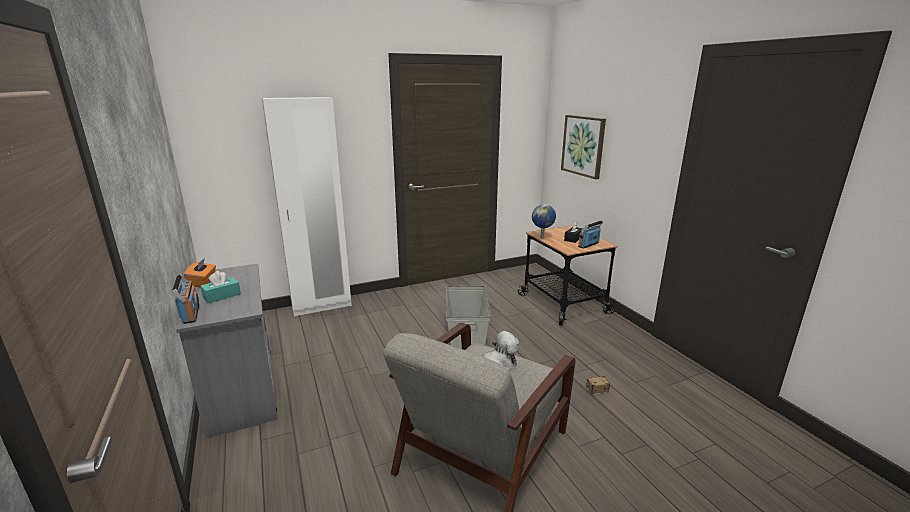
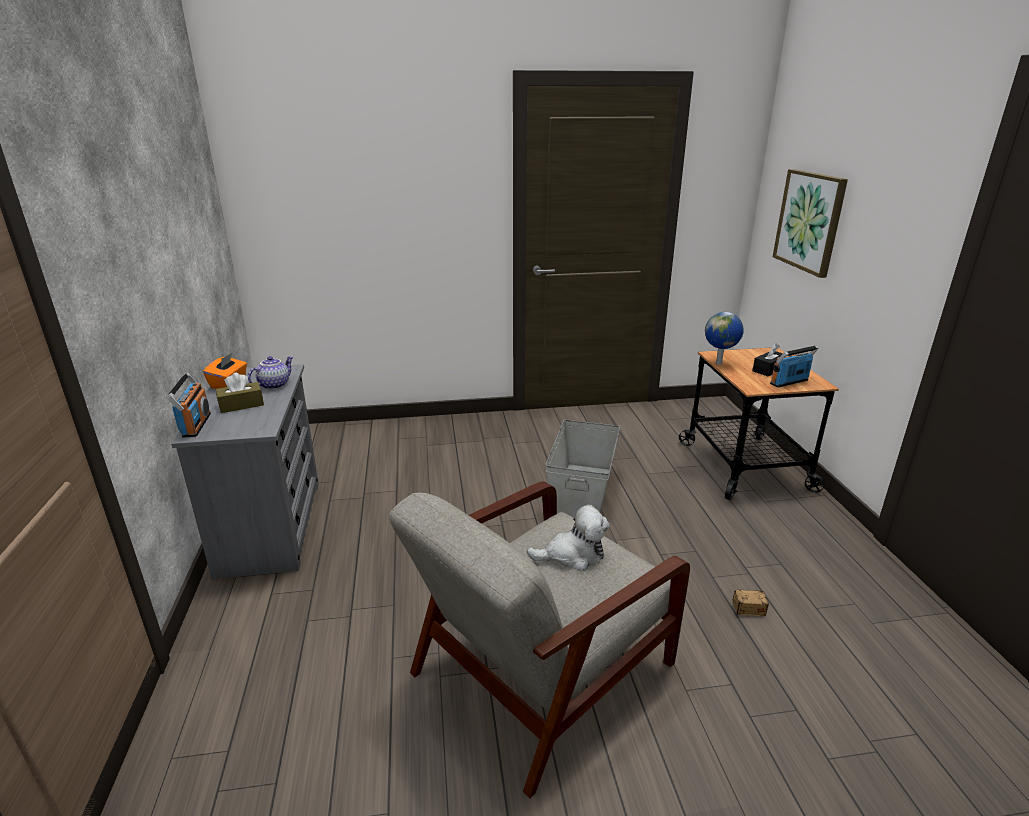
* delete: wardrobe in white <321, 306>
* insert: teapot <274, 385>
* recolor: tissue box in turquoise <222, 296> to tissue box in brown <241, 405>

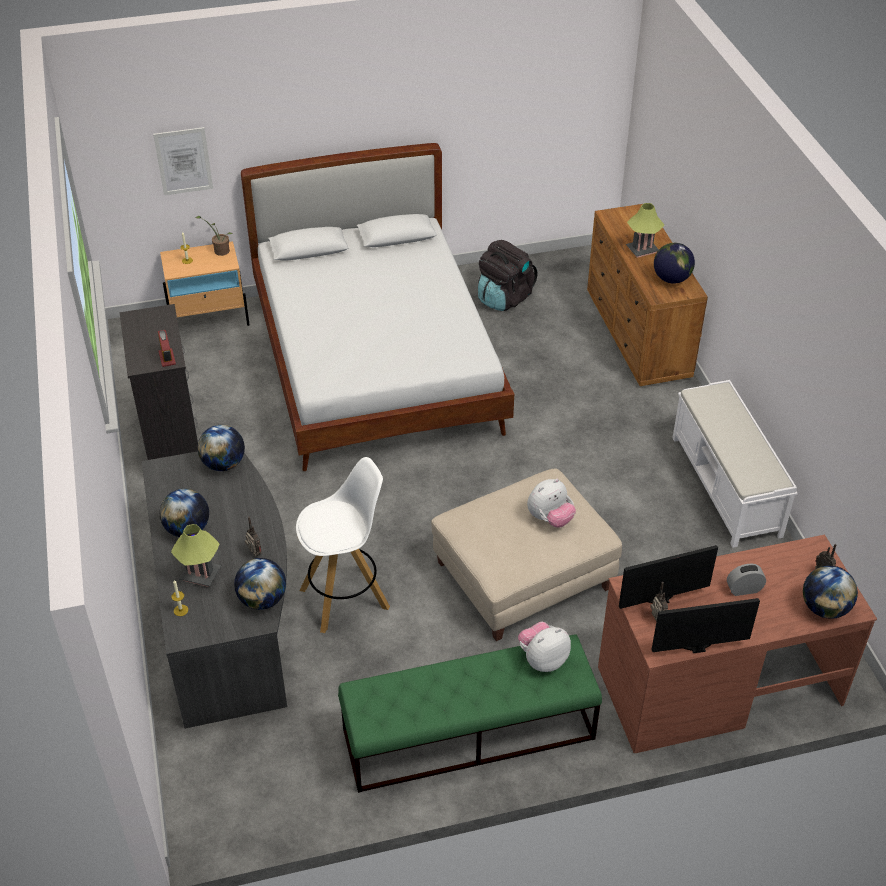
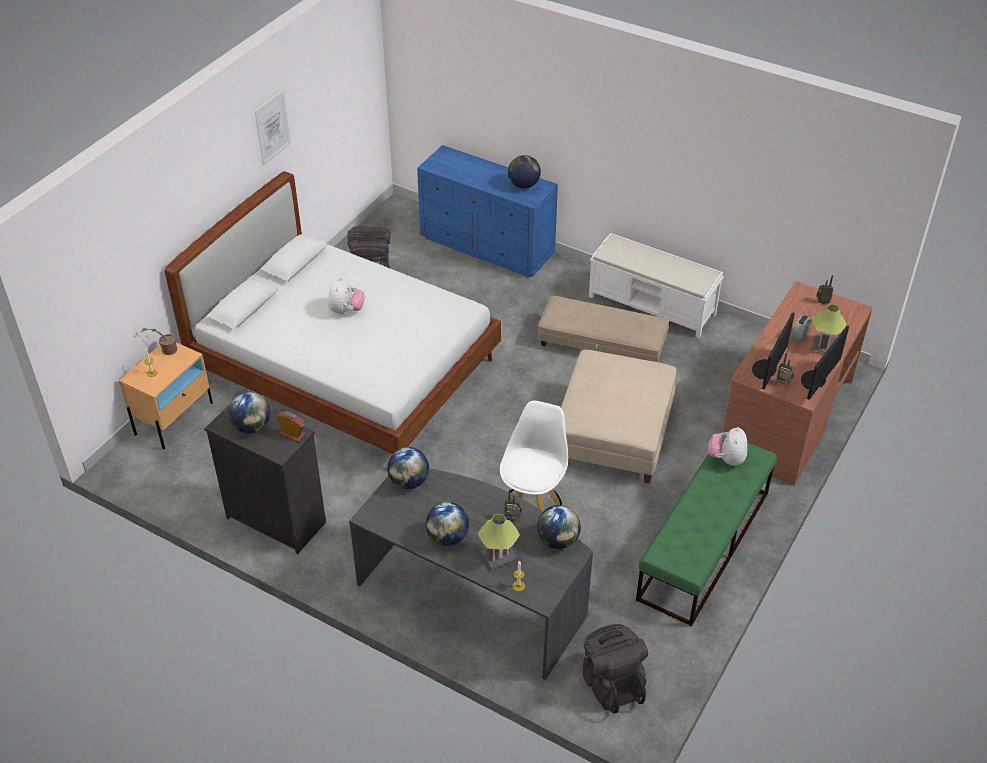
* insert: ottoman in beige <602, 343>
* insert: backpack in black <611, 683>
* move: picture <183, 161> to <272, 127>
* move: plush toy <550, 519> to <346, 310>
* move: table lamp <642, 250> to <823, 346>
* move: globe <824, 608> to <252, 426>
* recolor: dresser in brown <638, 335> to dresser in blue <488, 246>

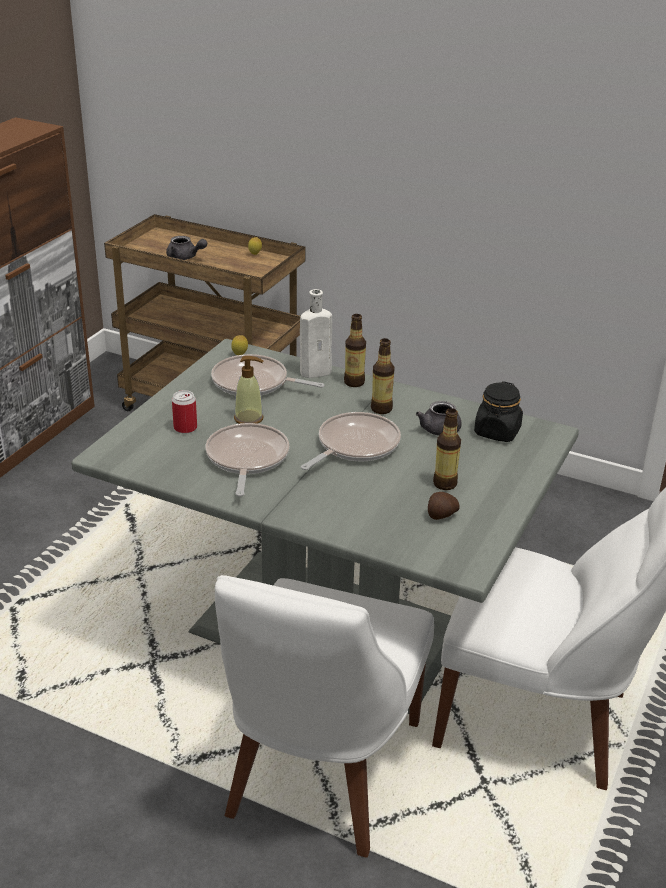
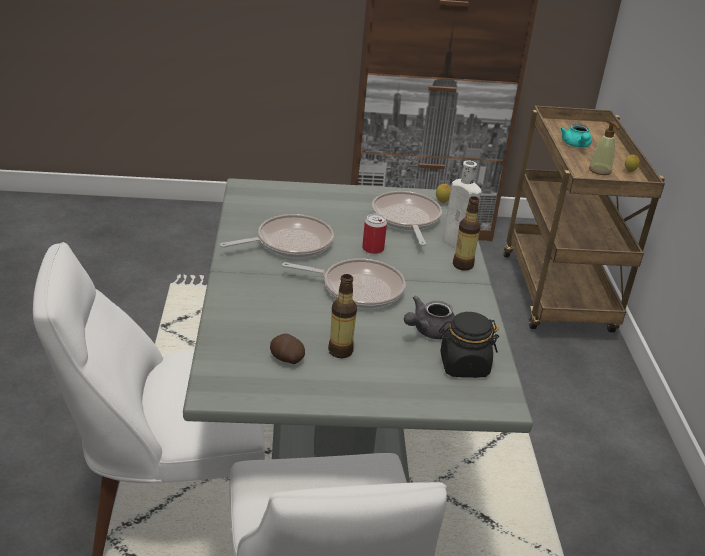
* delete: bottle <381, 409>
* move: can <185, 428> to <373, 249>
* move: soap dispenser <249, 418> to <600, 170>
* recolor: teapot in grey <185, 257> to teapot in turquoise <576, 145>

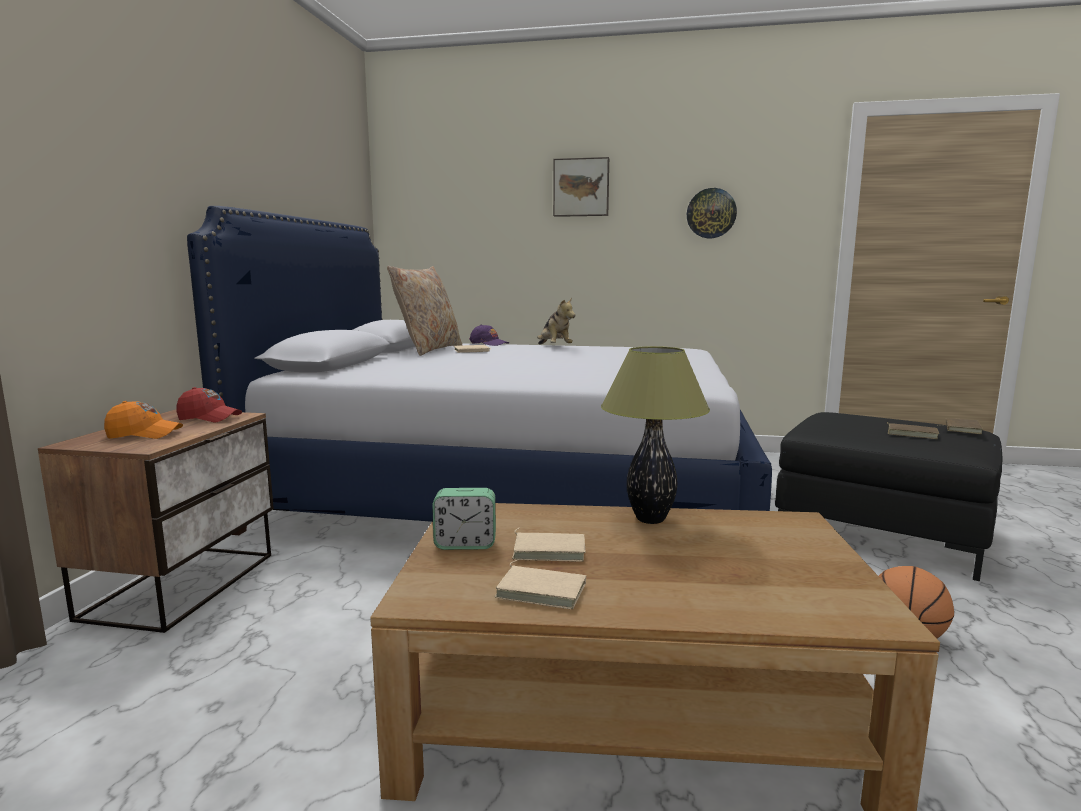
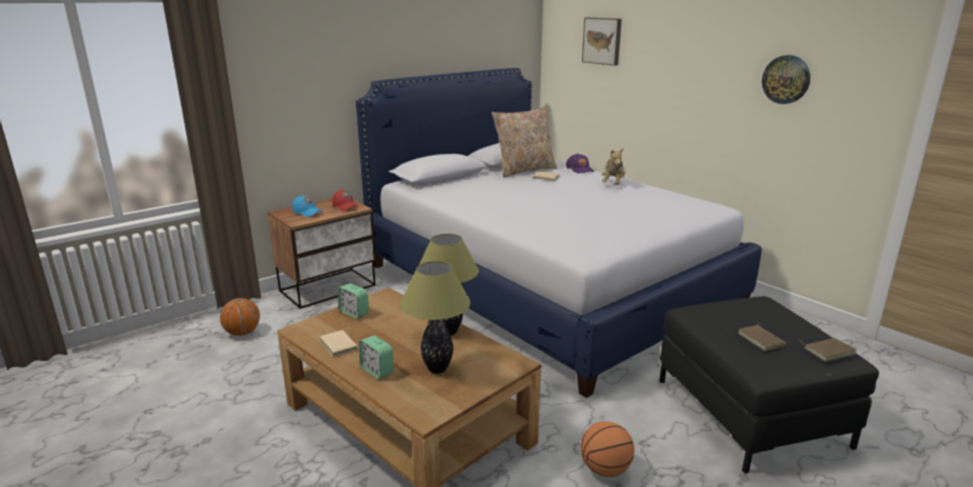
* delete: book in beige <549, 550>
* insert: basketball <242, 333>
* insert: alarm clock <377, 371>
* insert: table lamp <438, 369>
* move: picture <581, 187> to <602, 41>
* recolor: cap in orange <144, 434> to cap in blue <307, 213>

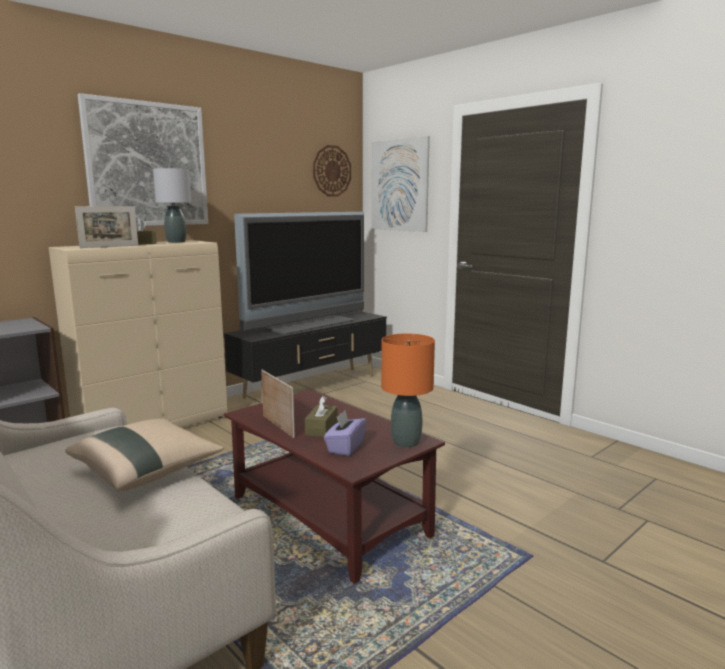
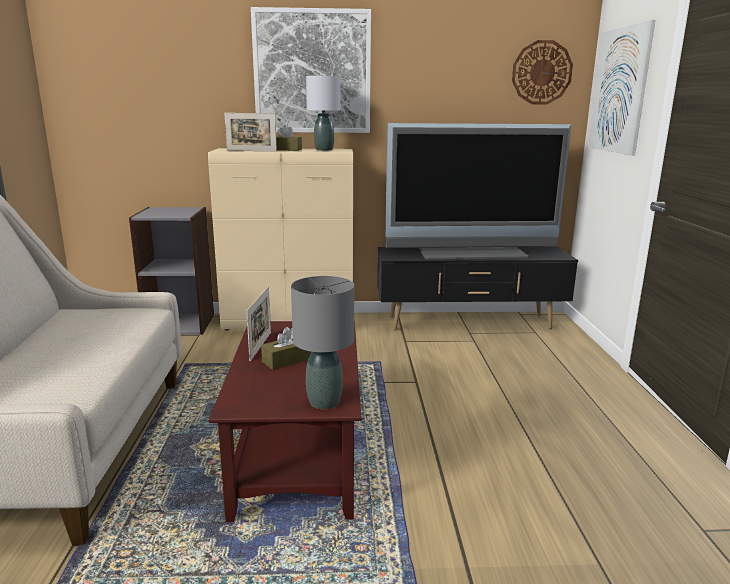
* delete: pillow in beige <147, 471>
* delete: tissue box in purple <345, 447>
* recolor: table lamp in orange <406, 442> to table lamp in grey <324, 402>

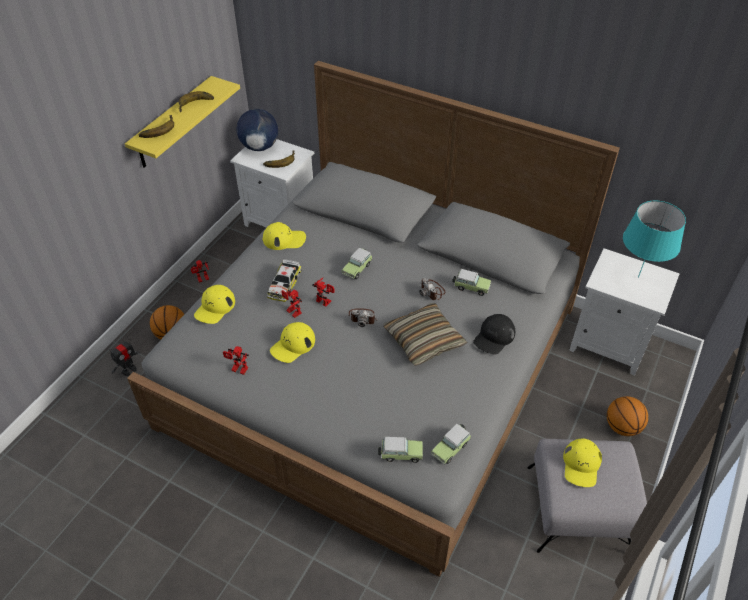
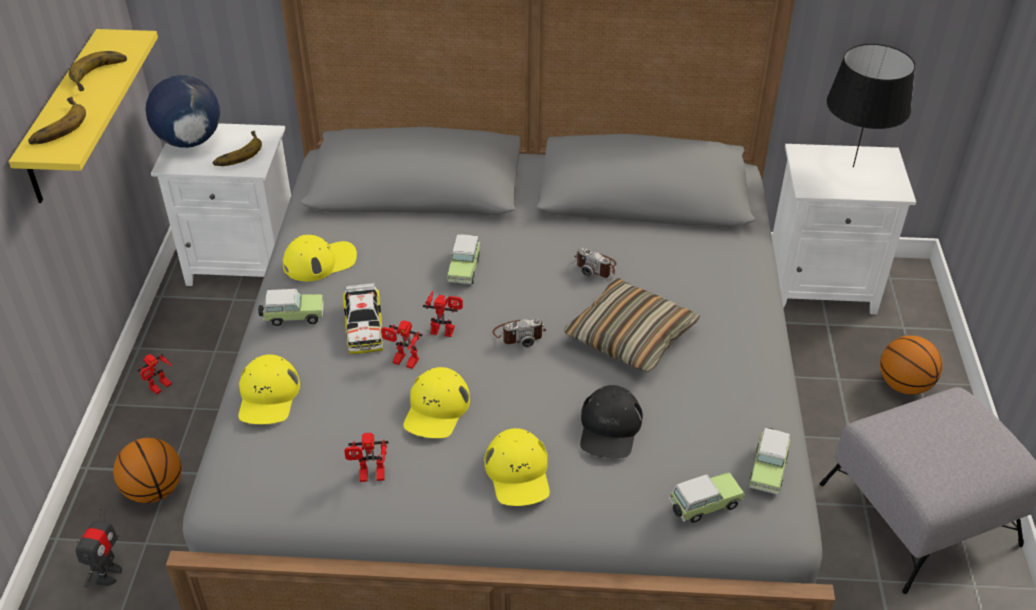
* move: toy car <470, 287> to <292, 316>
* move: cap in black <494, 337> to <609, 428>
* move: cap in yellow <581, 465> to <518, 473>
* recolor: table lamp in turquoise <638, 277> to table lamp in black <853, 167>

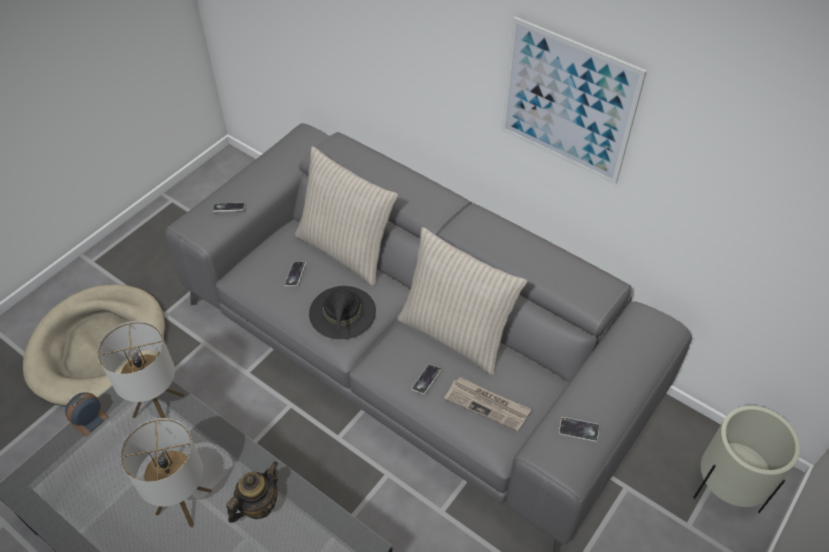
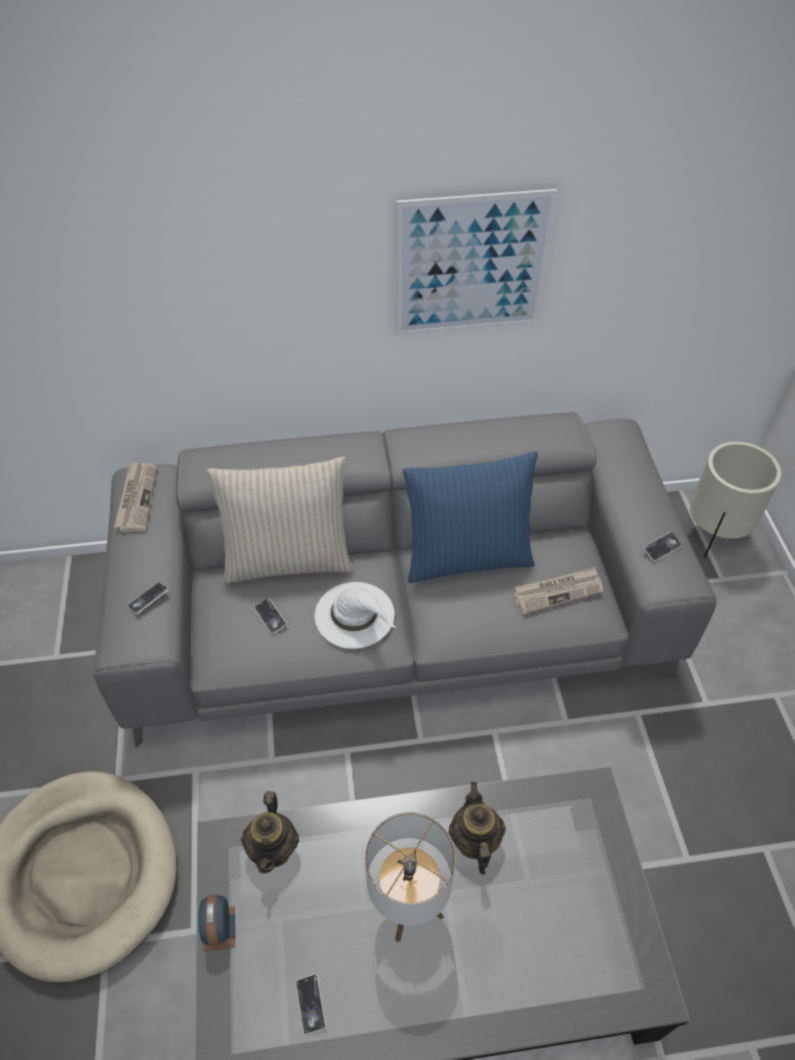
* insert: newspaper <136, 498>
* move: phone <426, 380> to <311, 1004>
* replace: table lamp <158, 405> to teapot <274, 848>
* recolor: hat in black <342, 313> to hat in white <355, 615>
* recolor: pillow in beige <455, 333> to pillow in blue <467, 557>

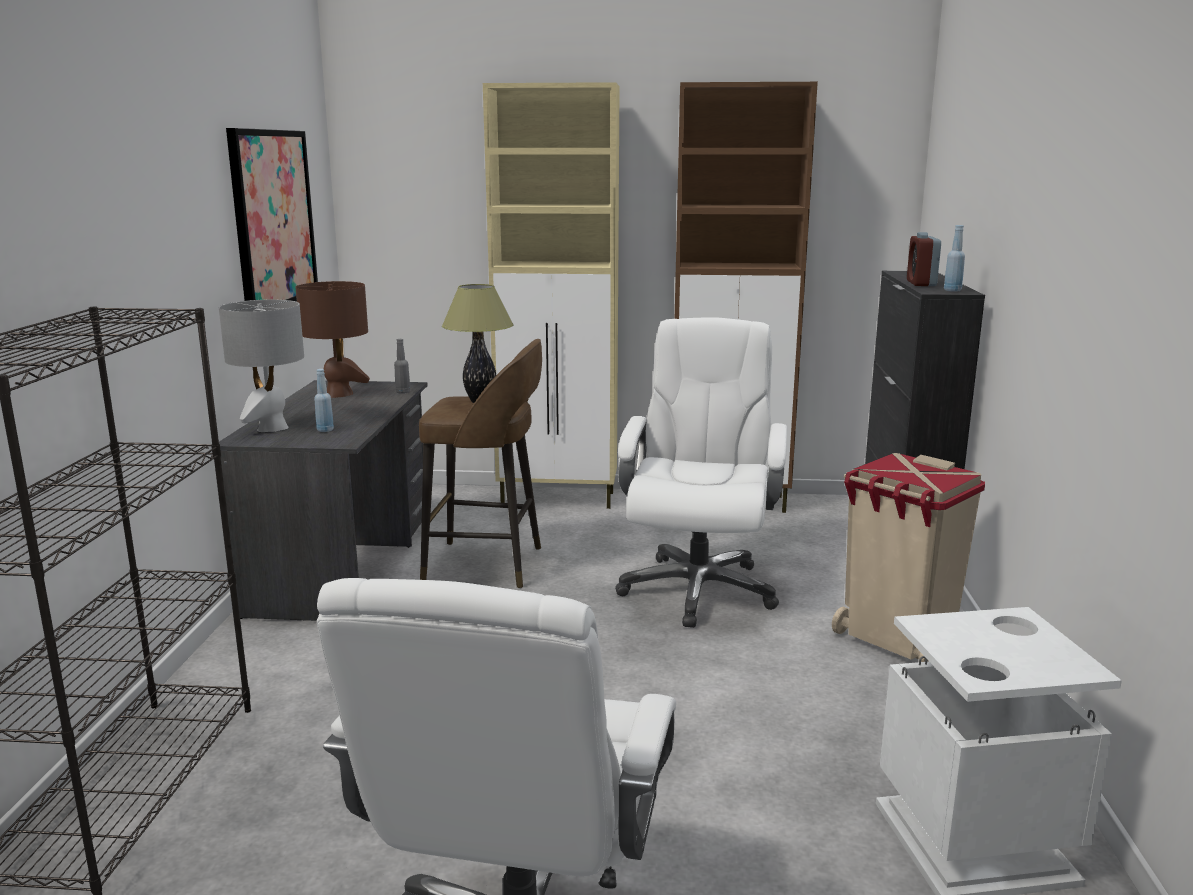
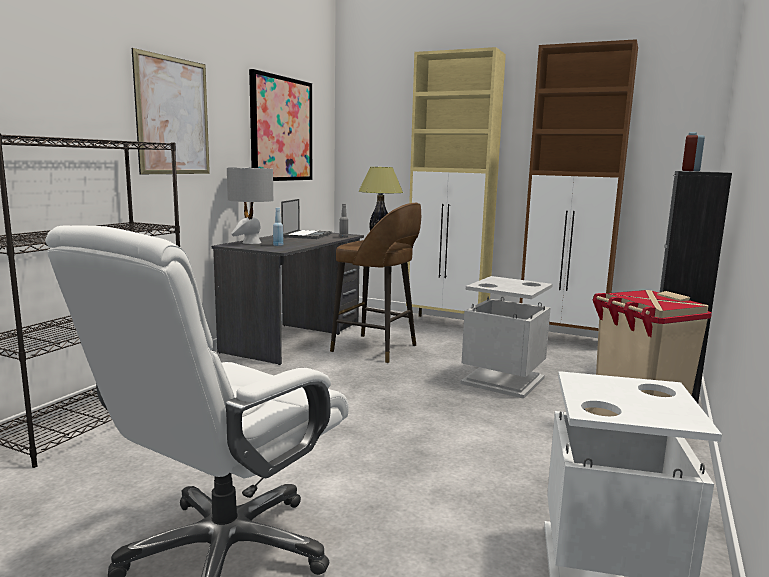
* delete: bottle in blue <952, 290>
* insert: picture <173, 116>
* replace: table lamp in brown <339, 394> to laptop <307, 235>
* replace: office chair in white <697, 589> to trash can in grey <504, 380>

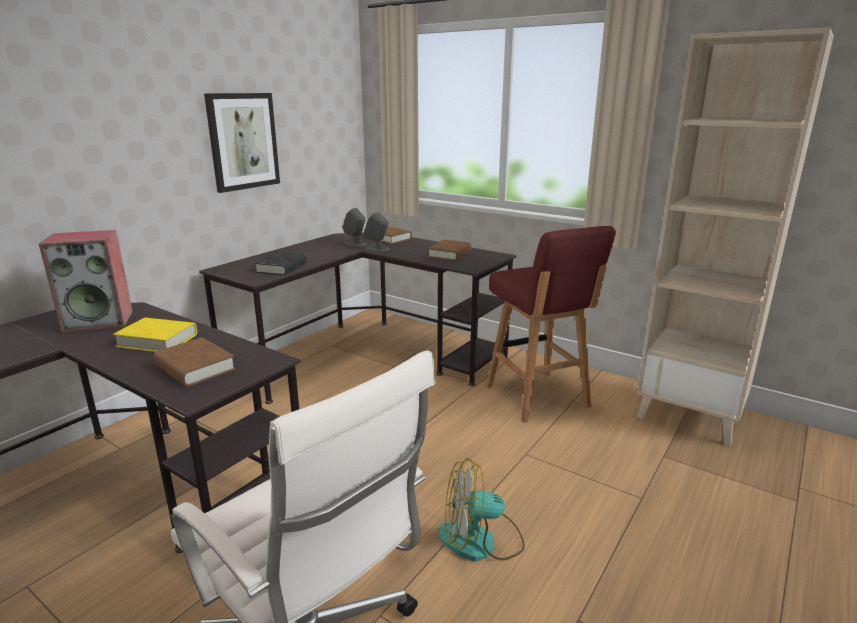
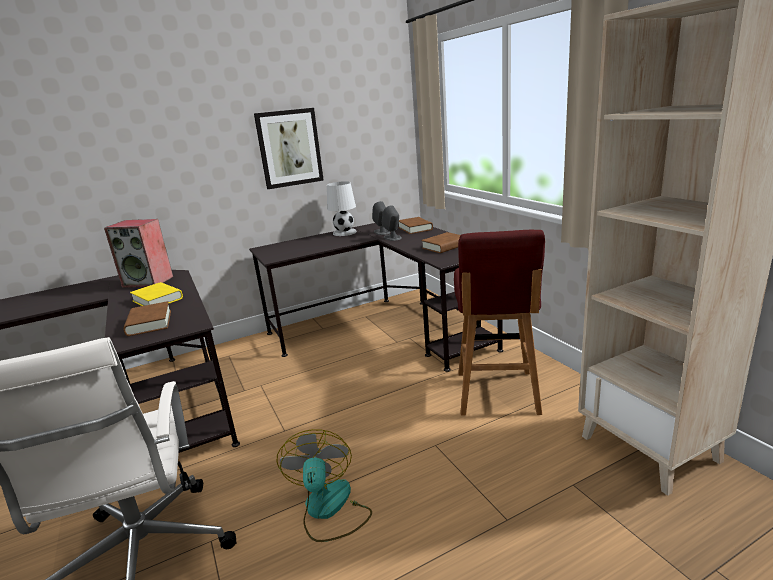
* delete: book in black <281, 268>
* insert: table lamp in white <344, 232>
* rotate: fan <480, 541> = <329, 509> 60 degrees clockwise

